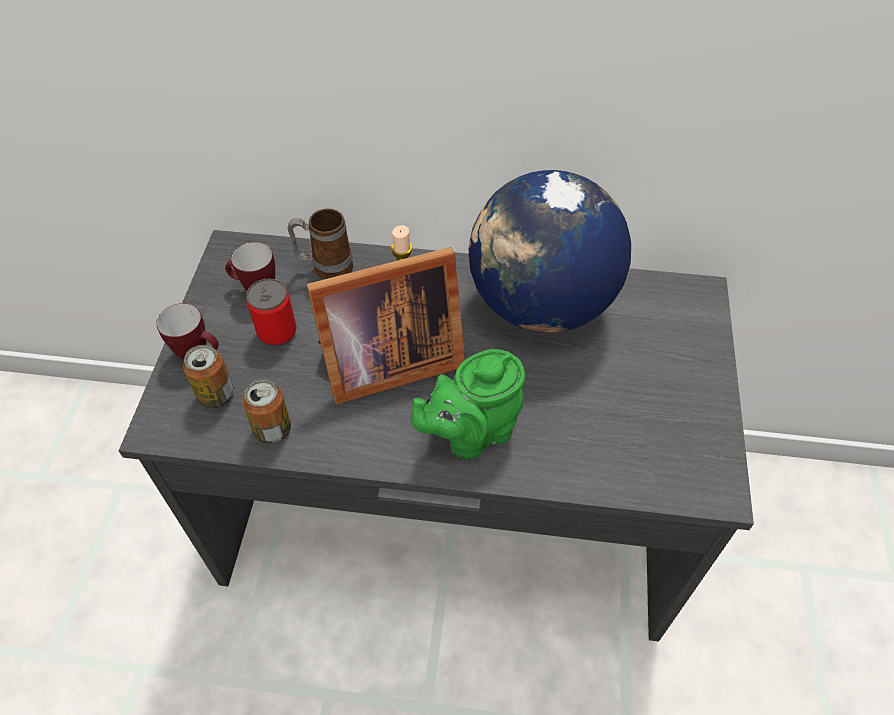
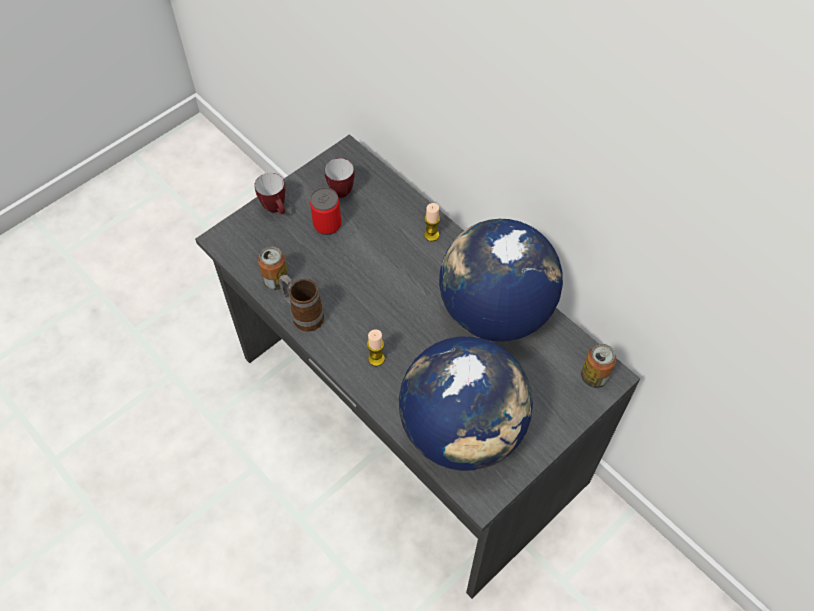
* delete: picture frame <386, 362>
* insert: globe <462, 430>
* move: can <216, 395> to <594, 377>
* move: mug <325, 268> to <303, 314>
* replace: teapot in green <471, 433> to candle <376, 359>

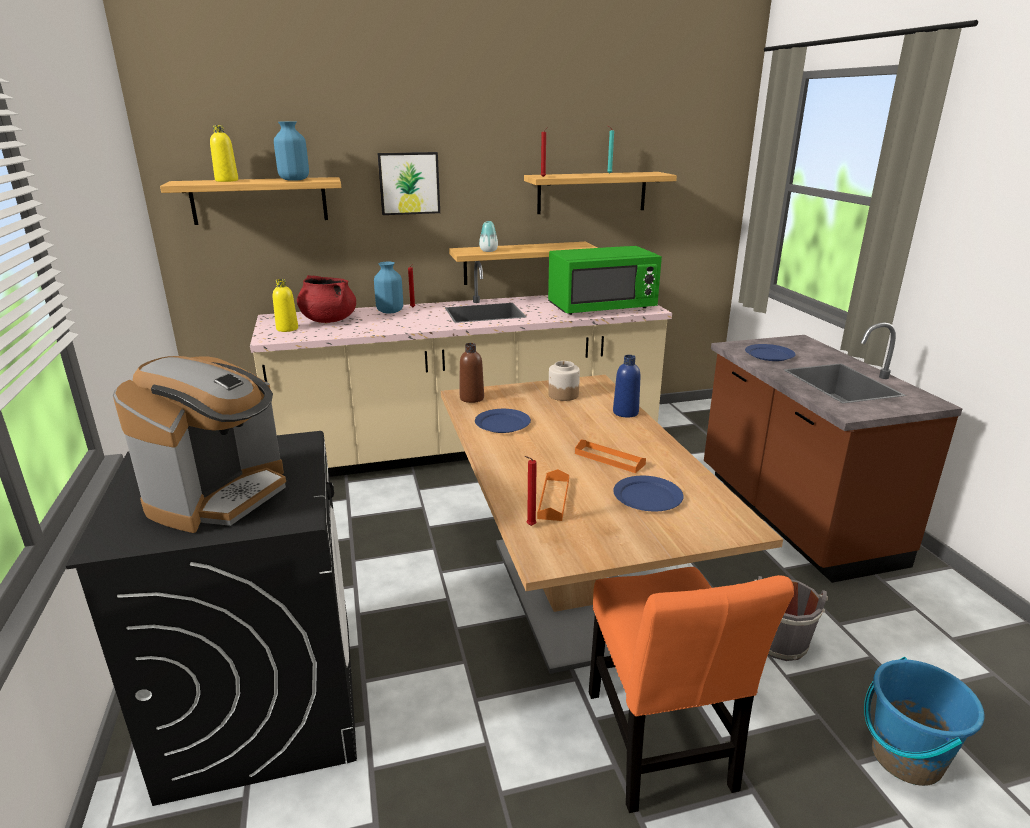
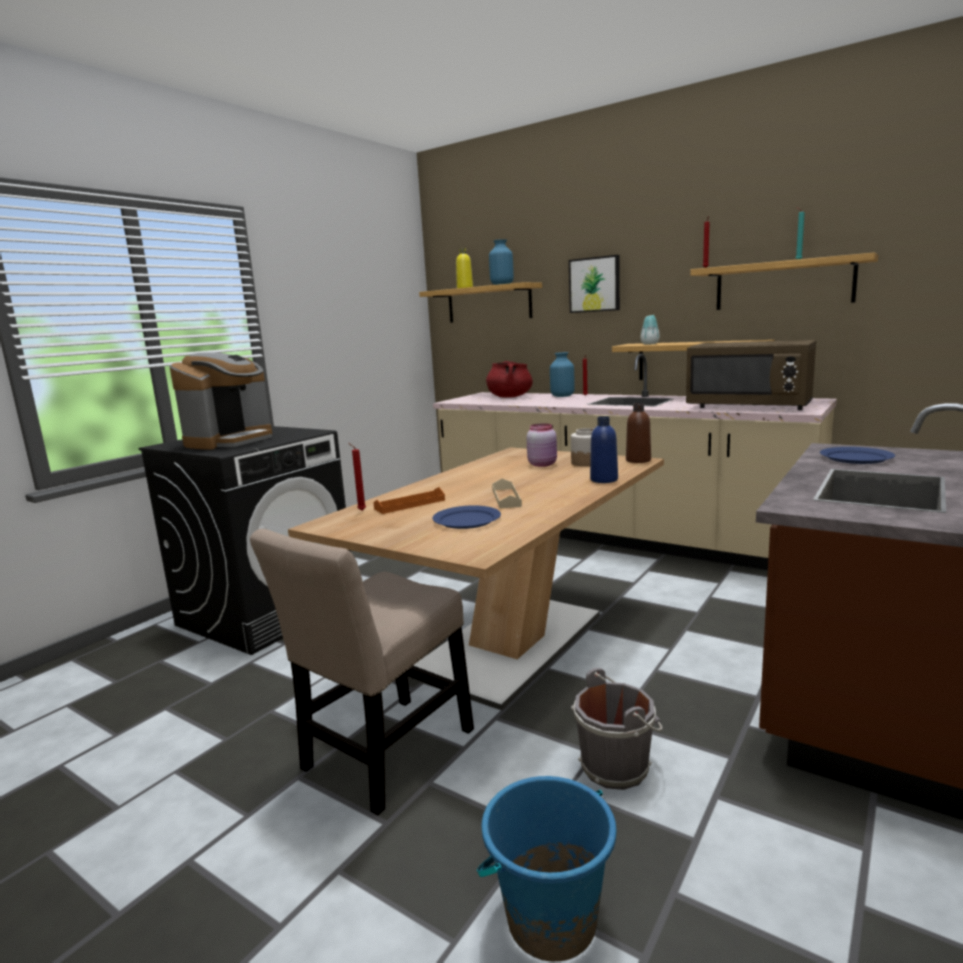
* delete: bottle in yellow <287, 329>
* delete: plate in blue <502, 423>
* insert: jar in pink <543, 464>
* move: bottle in brown <472, 398> to <638, 460>
* recolor: microwave in green <601, 308> to microwave in brown <749, 406>
* recolor: tray in orange <609, 459> to tray in beige <506, 498>
* recolor: chair in orange <660, 747> to chair in beige <384, 755>
* rotate: coffee machine <220, 495> = <231, 441> 45 degrees counterclockwise

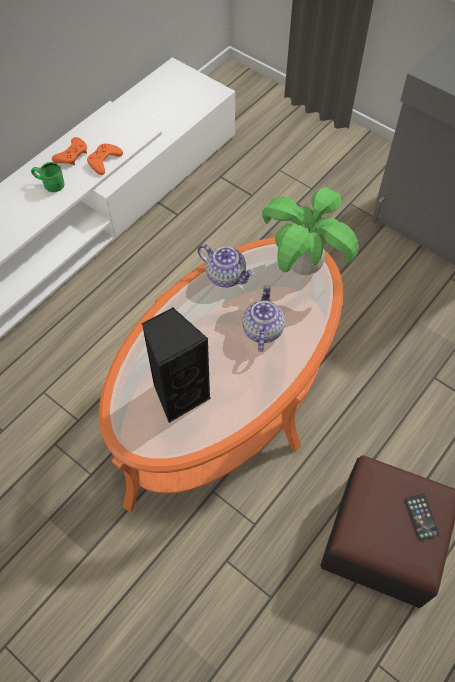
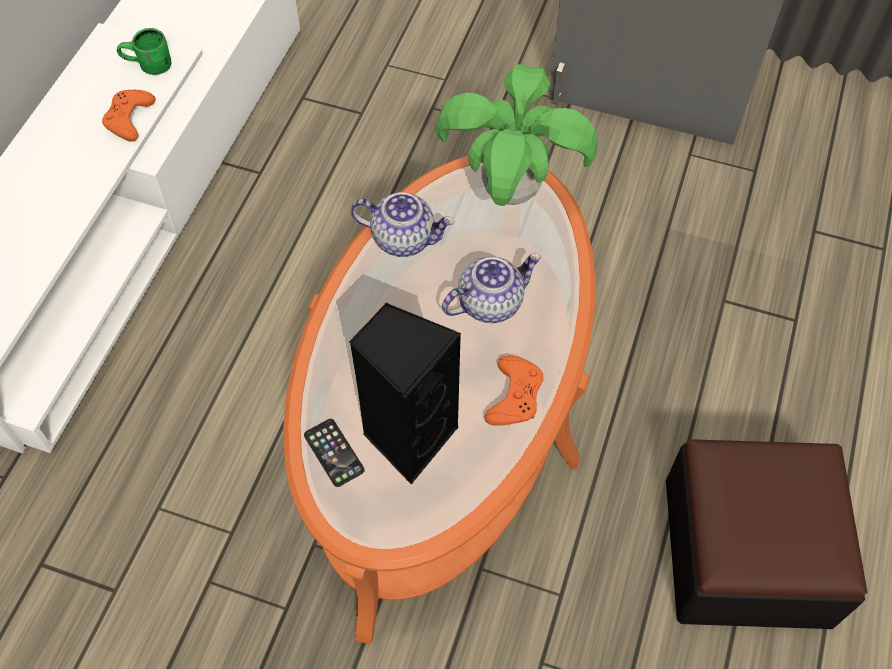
* move: mug in green <49, 186> to <149, 67>
* move: game controller in orange <72, 155> to <514, 396>
* move: phone <421, 517> to <334, 453>
* rotate: teapot <262, 330> = <490, 302> 75 degrees clockwise

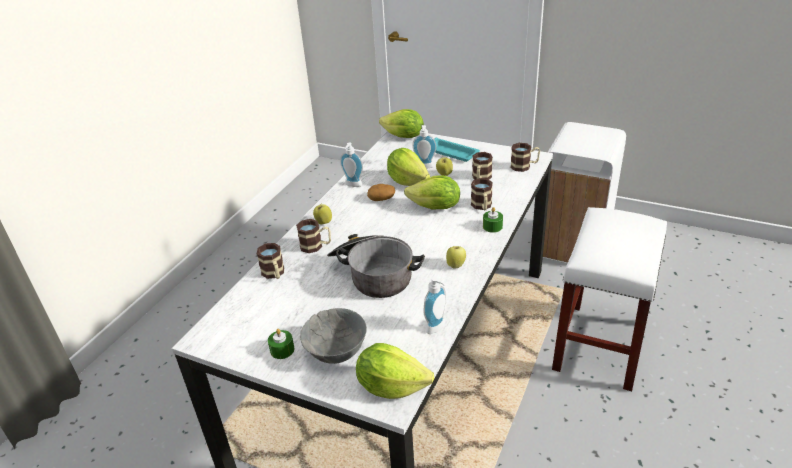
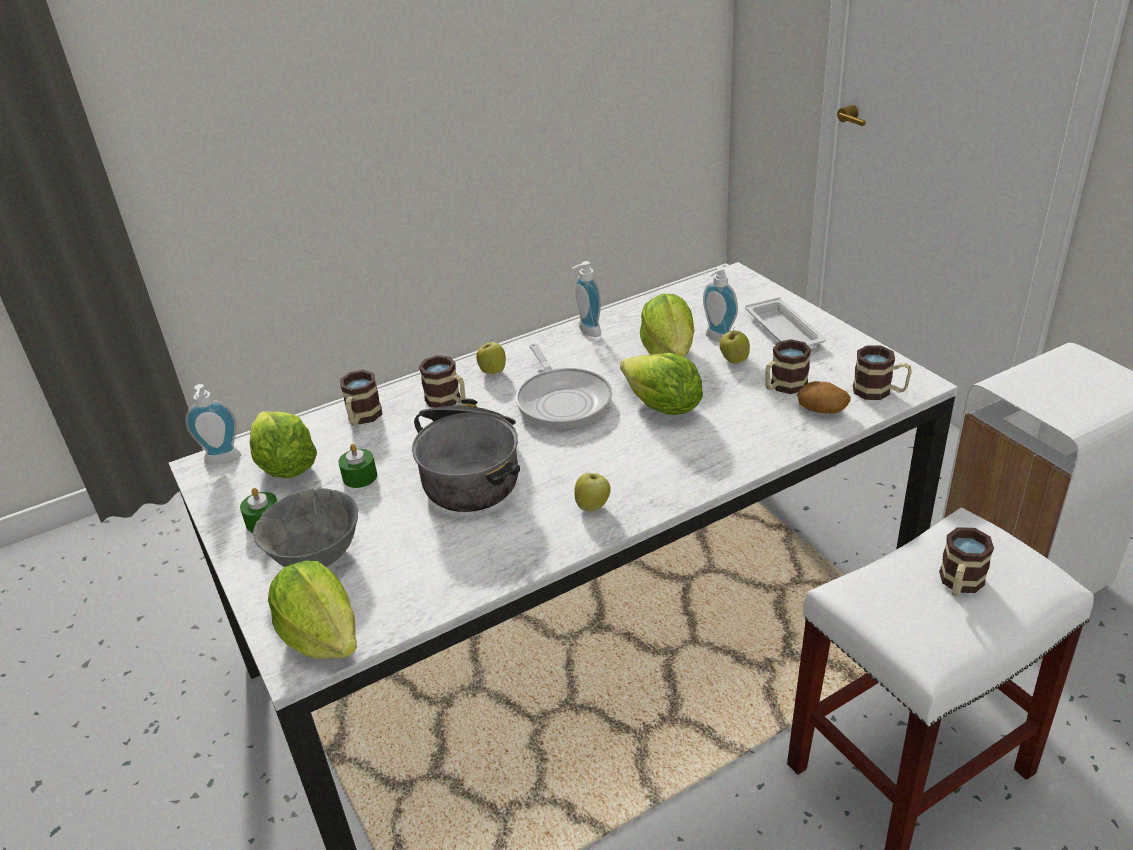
* insert: frying pan <562, 401>
* move: potato <381, 198> to <822, 409>
* move: lettuce <404, 137> to <286, 467>
* move: soap dispenser <437, 328> to <223, 461>
* move: mug <482, 206> to <959, 584>
* move: candle in green <492, 226> to <360, 477>
* recolor: tray in turquoise <453, 153> to tray in white <784, 331>

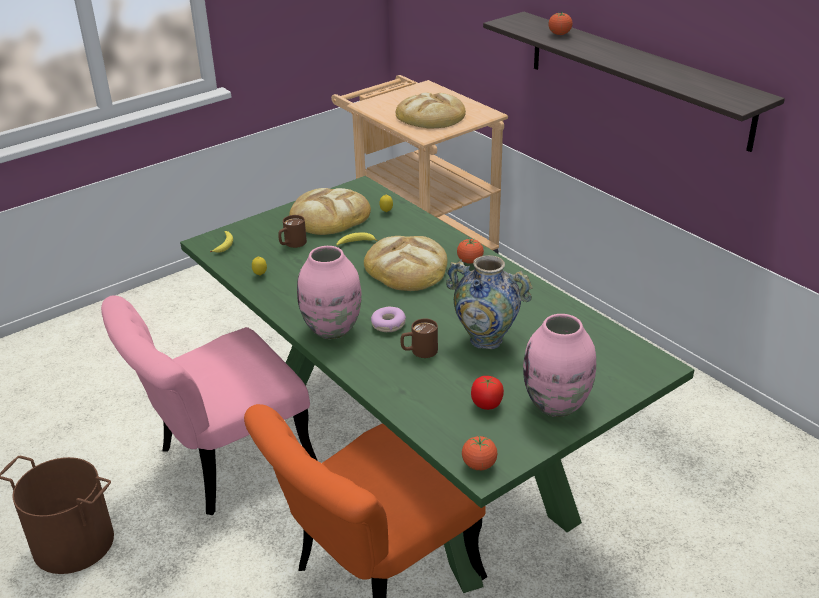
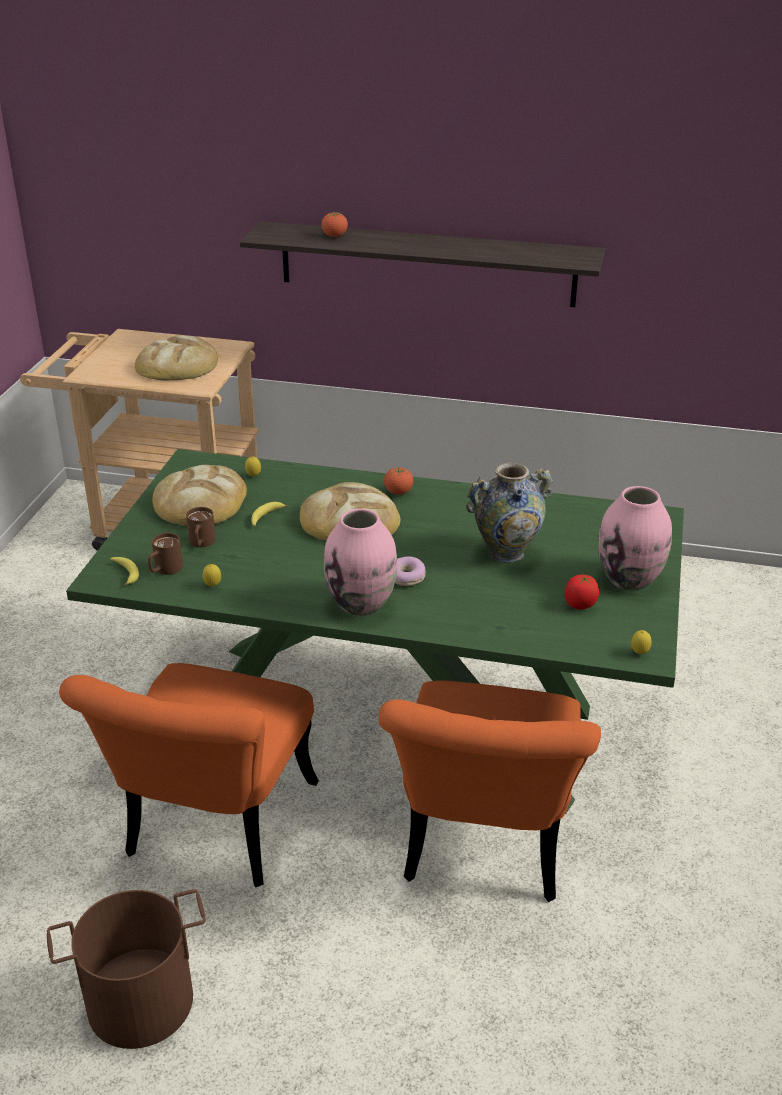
* move: mug in brown <419, 351> to <164, 570>
* replace: tomato <479, 465> to lemon <639, 653>
* recolor: chair in pink <222, 465> to chair in orange <213, 833>

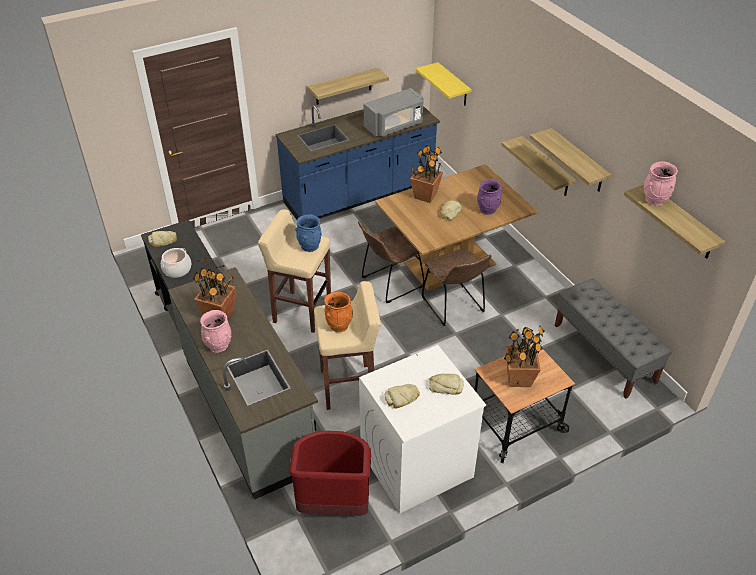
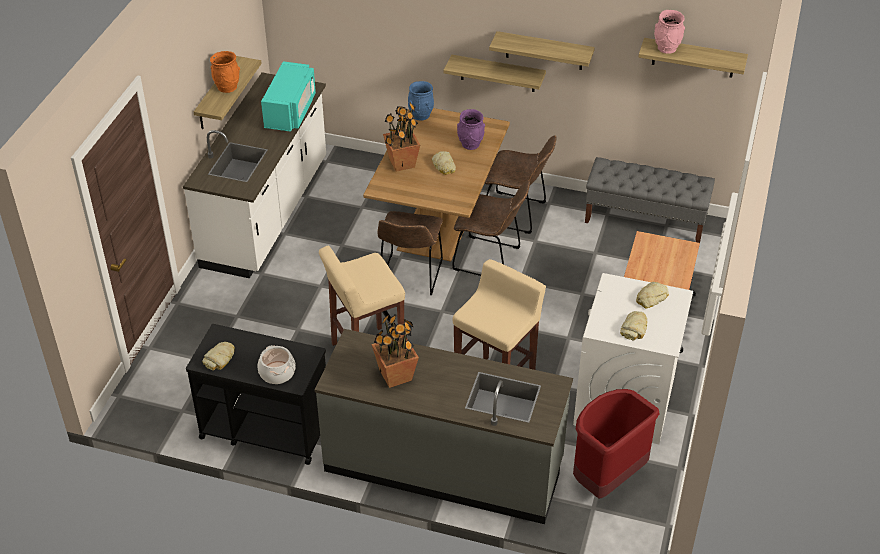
* delete: vase in pink <218, 345>
* delete: shelf in yellow <453, 85>
* delete: potted plant <518, 378>
* insert: chair in brown <517, 214>
* move: vase in blue <309, 247> to <421, 115>
* move: vase in orange <339, 325> to <227, 87>
* recolor: counter in blue <359, 195> to counter in white <267, 213>
* recolor: microwave in grey <394, 126> to microwave in turquoise <291, 111>

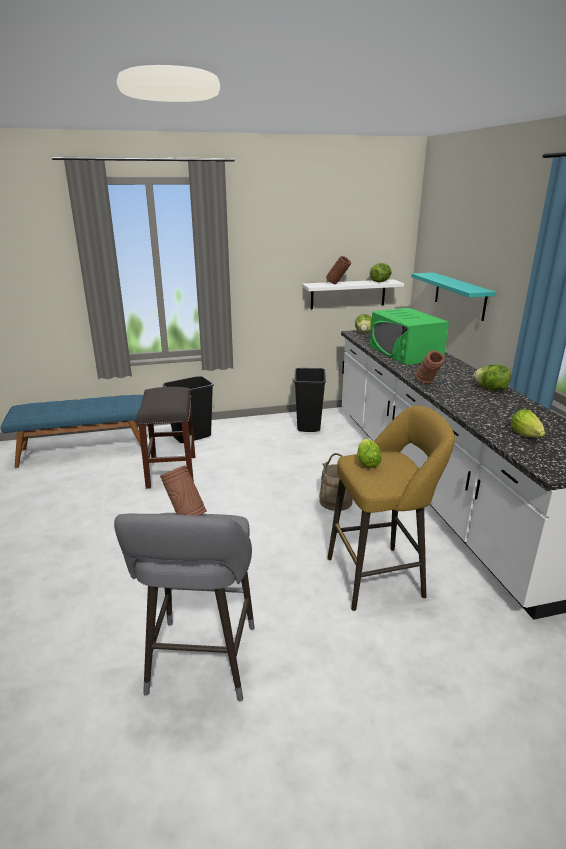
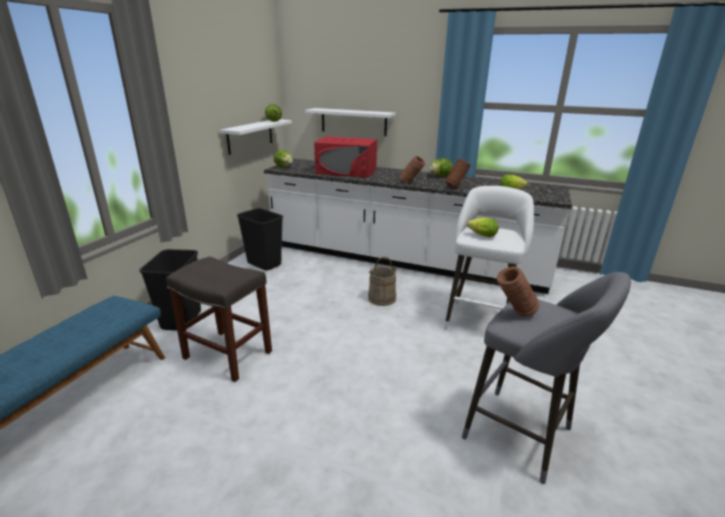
* move: vase in brown <337, 284> to <455, 187>
* recolor: stool in yellow <380, 576> to stool in white <479, 319>
* recolor: microwave in green <405, 353> to microwave in red <346, 171>
* recolor: shelf in turquoise <460, 296> to shelf in white <353, 122>

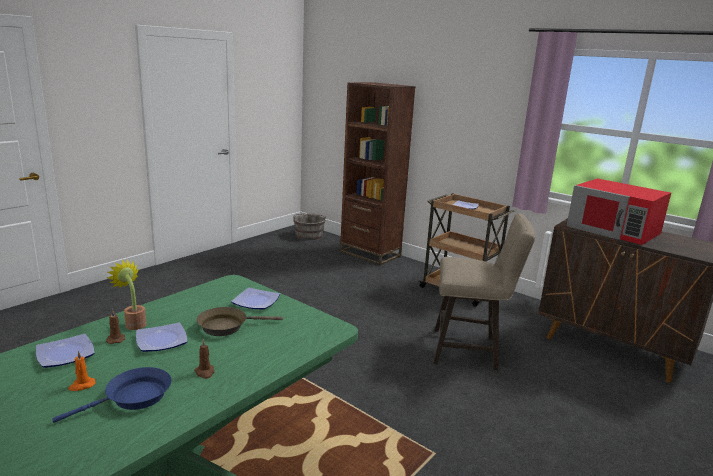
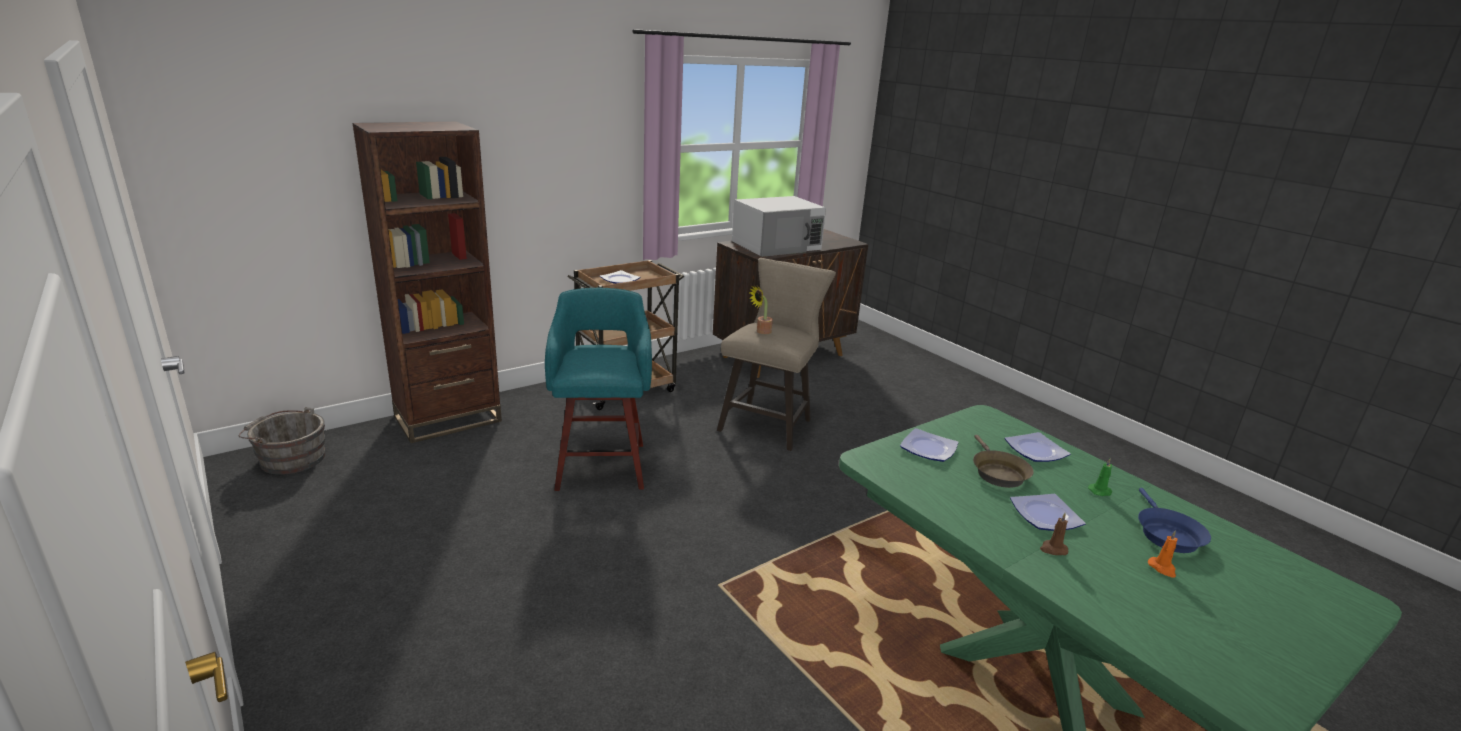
* insert: stool in turquoise <601, 464>
* move: plate <64, 355> to <1037, 451>
* move: potted plant <134, 323> to <761, 332>
* recolor: candle in brown <205, 372> to candle in green <1100, 491>
* recolor: microwave in red <614, 229> to microwave in white <777, 245>
* rotate: frying pan in blue <133, 398> = <1166, 534> 150 degrees counterclockwise

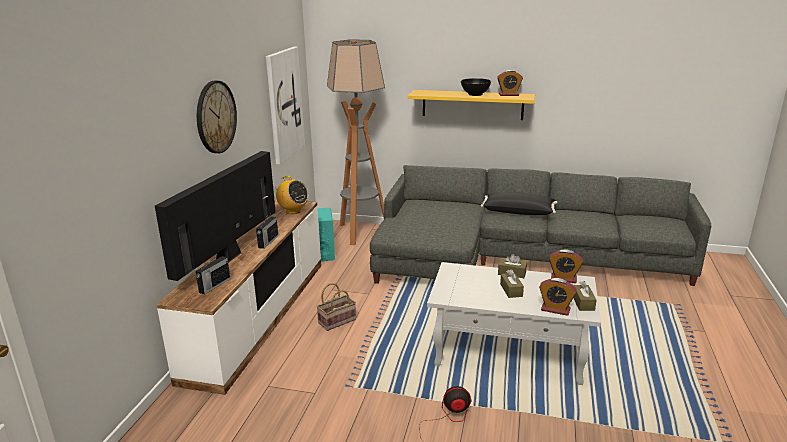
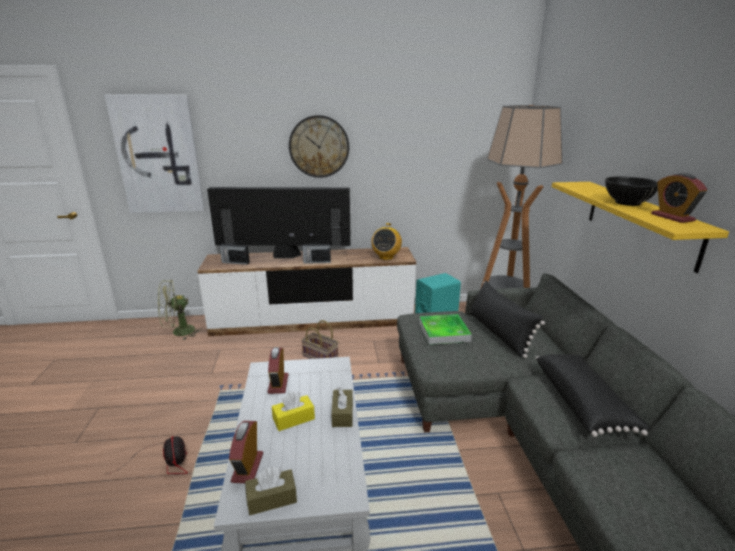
* insert: fan in green <178, 332>
* insert: tray <444, 332>
* insert: pillow in black <499, 333>
* move: picture <284, 104> to <158, 155>
* move: alarm clock <563, 278> to <278, 384>
* recolor: tissue box in brown <511, 290> to tissue box in yellow <293, 419>

